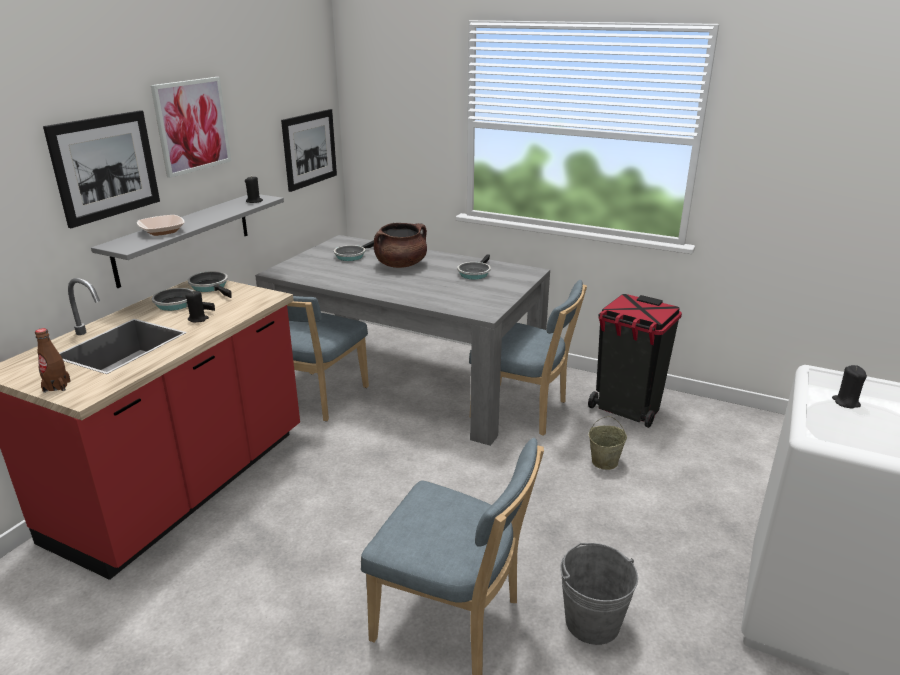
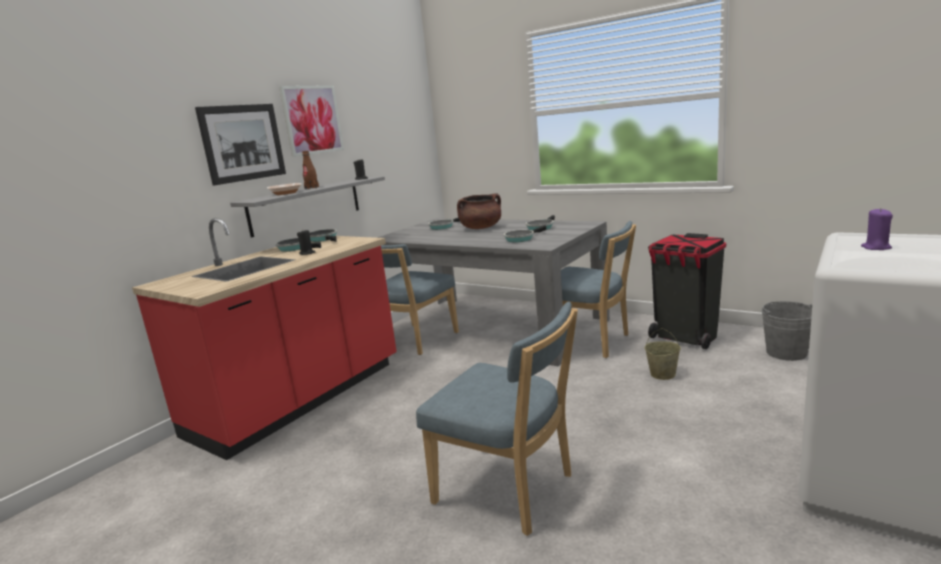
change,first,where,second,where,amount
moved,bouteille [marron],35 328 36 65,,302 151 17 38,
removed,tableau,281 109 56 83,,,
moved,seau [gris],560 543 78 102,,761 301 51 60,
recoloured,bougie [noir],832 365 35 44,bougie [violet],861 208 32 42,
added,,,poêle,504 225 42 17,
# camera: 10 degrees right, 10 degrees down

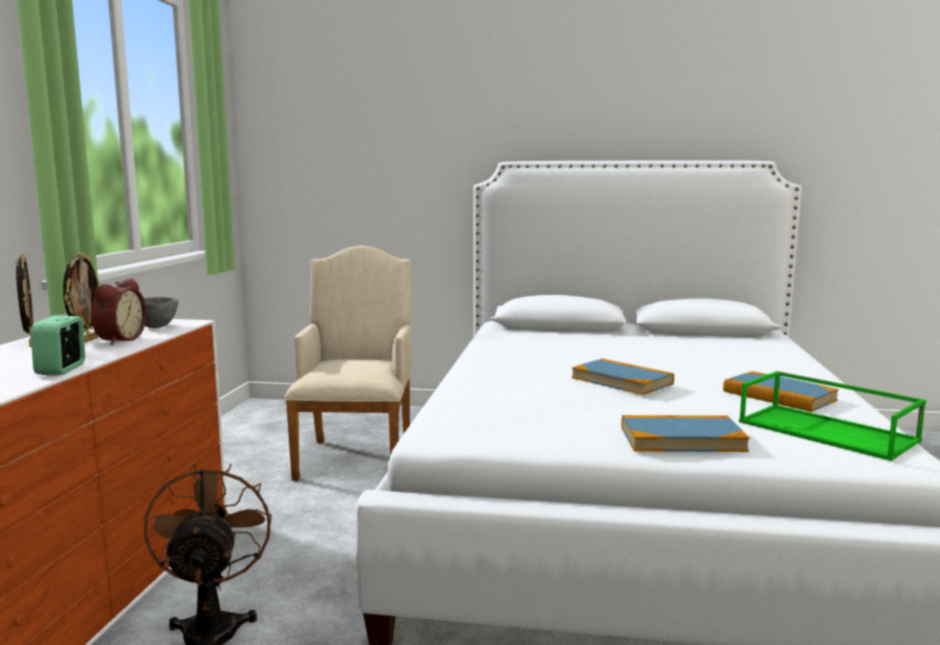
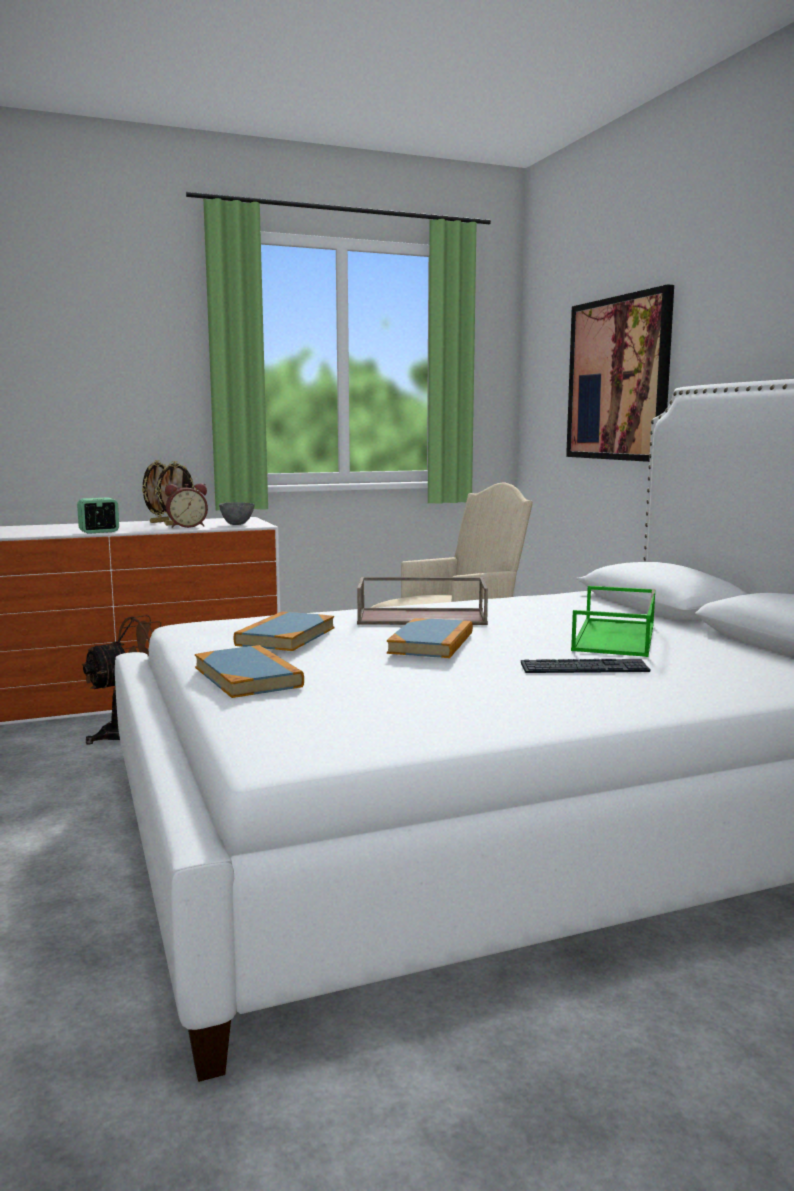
change,first,where,second,where,amount
moved,livre,723 371 116 41,,233 612 102 39,
moved,plateau [vert],739 371 187 90,,571 586 84 71,
added,,,plateau [marron],357 577 131 48,
added,,,clavier,521 659 130 14,
added,,,tableau,566 284 108 178,
# camera: 60 degrees right, 0 degrees up

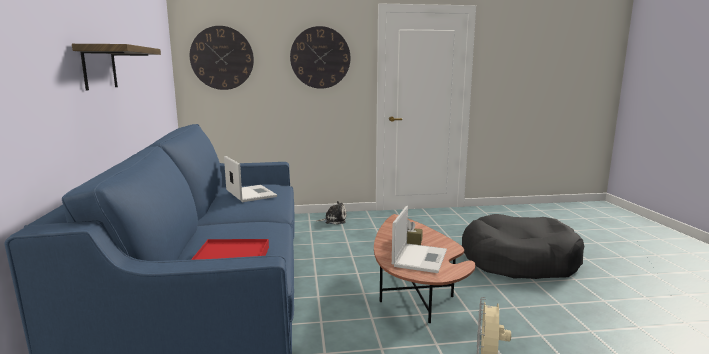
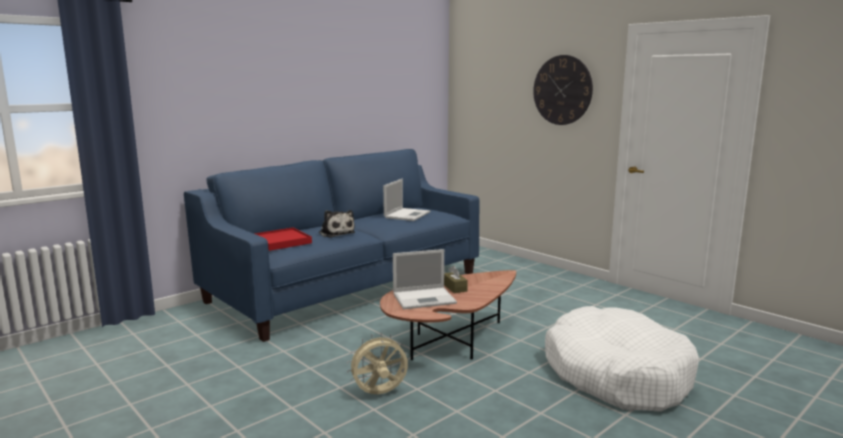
change,first,where,second,where,amount
removed,étagère,72 44 89 46,,,
removed,horloge murale,190 26 64 64,,,
moved,peluche,317 201 30 23,,319 210 36 28,
recoloured,panier pour chien [noir],462 214 123 65,panier pour chien [blanc],545 306 154 106,
# camera: 55 degrees right, 0 degrees up

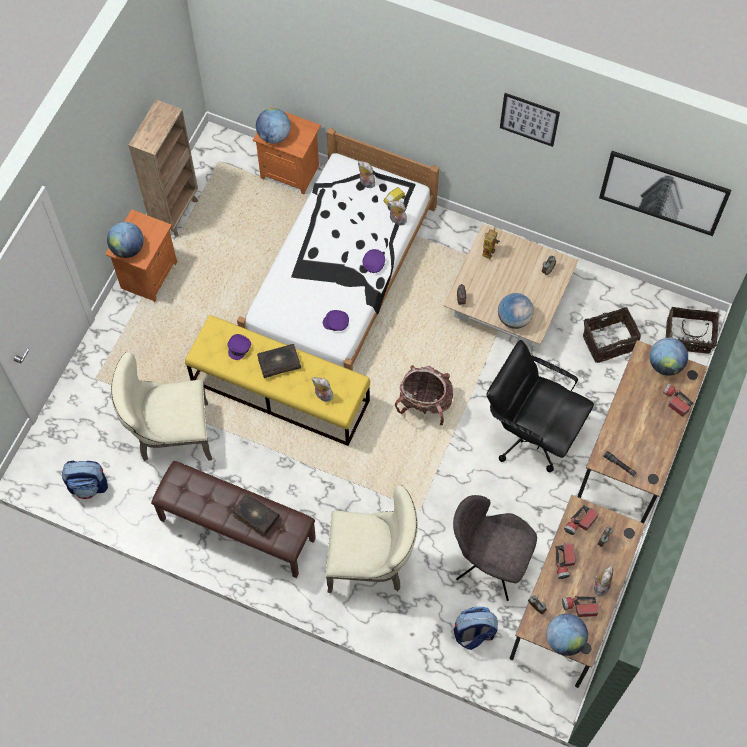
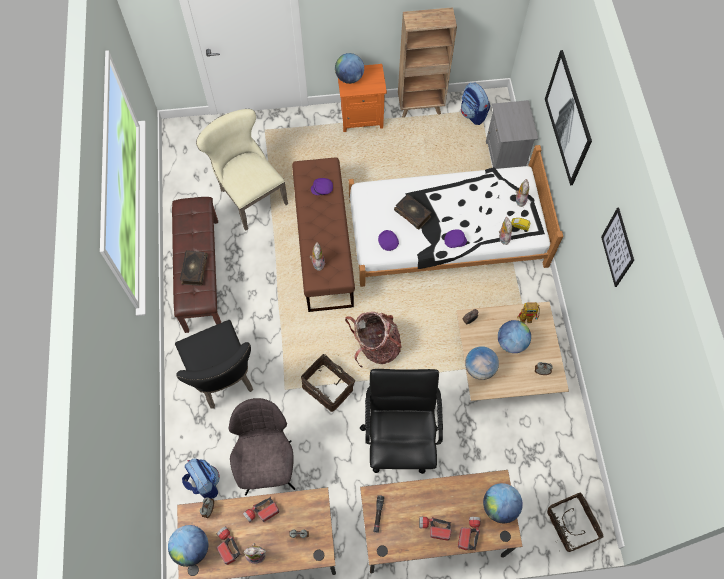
change,first,where,second,where,amount
moved,sac à dos,62 461 46 38,,461 83 29 42,
recoloured,banc [jaune],185 315 185 131,banc [marron],292 157 63 155,
recoloured,table de chevet [orange],253 107 68 88,table de chevet [gris],486 100 52 69,
moved,globe,256 108 35 36,,498 320 33 33,
moved,livre,257 344 44 34,,394 194 37 36,
recoloured,chaise [beige],326 485 92 108,chaise [noir],175 320 78 89,
moved,lampe de poche,564 505 34 30,,419 516 33 25,
moved,panier,583 307 58 56,,301 350 54 62,
moved,tableau,599 151 132 85,,545 50 47 135,
# camera: 60 degrees right, 0 degrees up

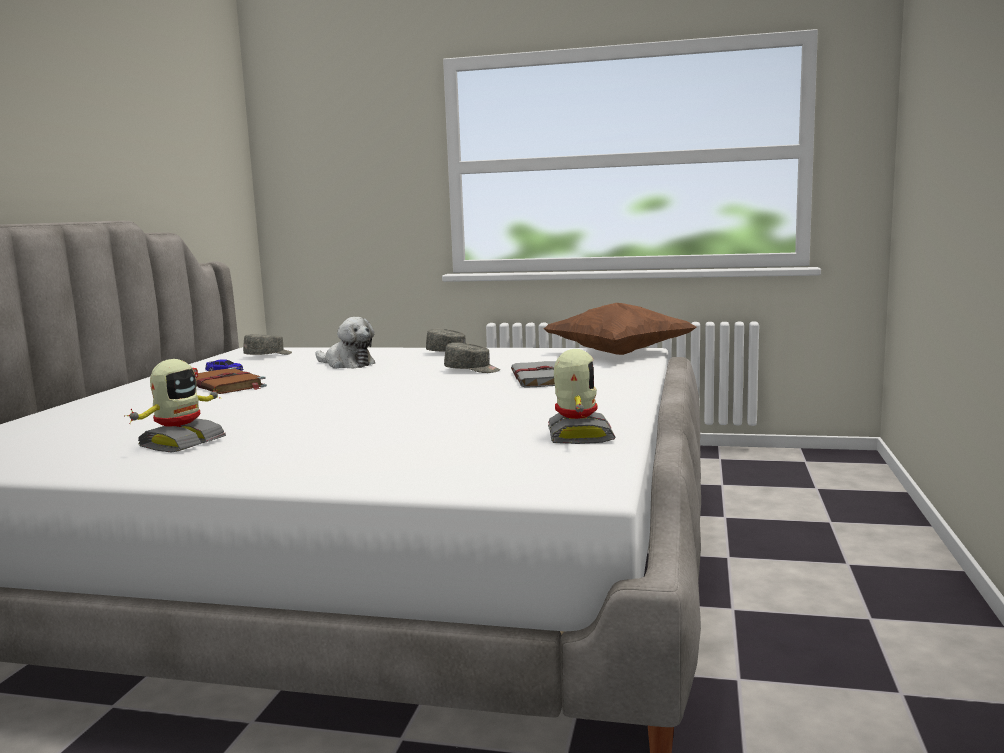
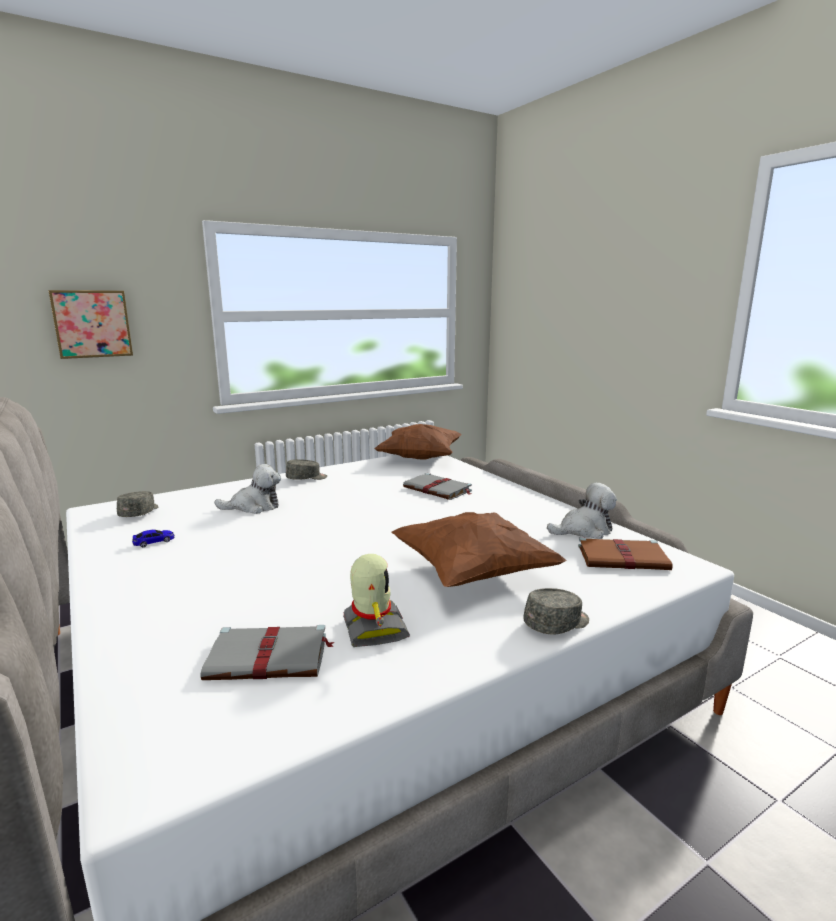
change,first,where,second,where,amount
moved,livre [marron],196 367 71 27,,578 537 95 33,
moved,casquette [gris],444 343 56 30,,523 588 66 47,
replaced,robot jouet,548 349 67 95,peluche,547 483 70 56,
added,,,tableau,48 290 85 69,
added,,,livre [gris],201 625 134 55,
added,,,coussin [marron],391 512 175 75,
# camera: 45 degrees left, 5 degrees up

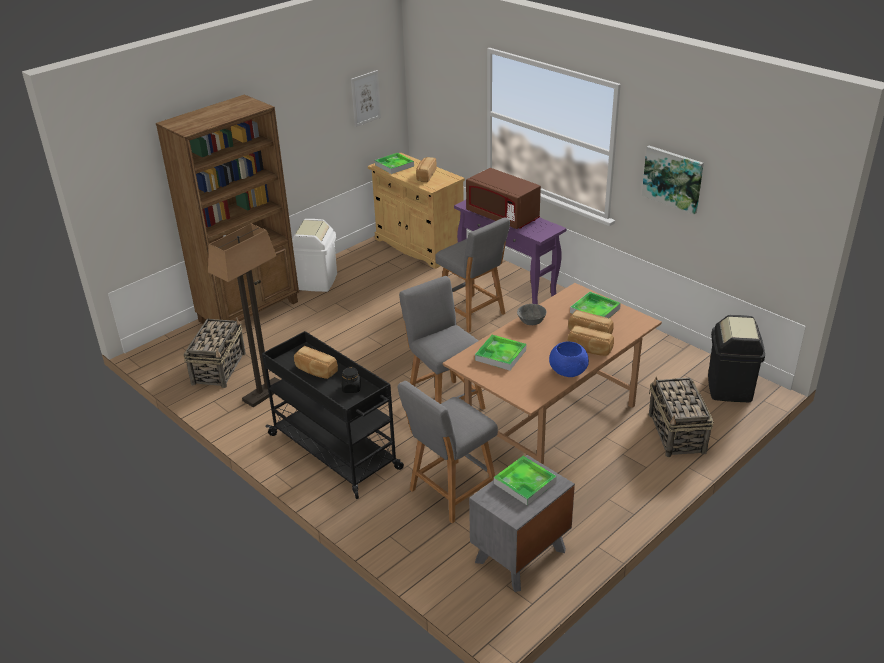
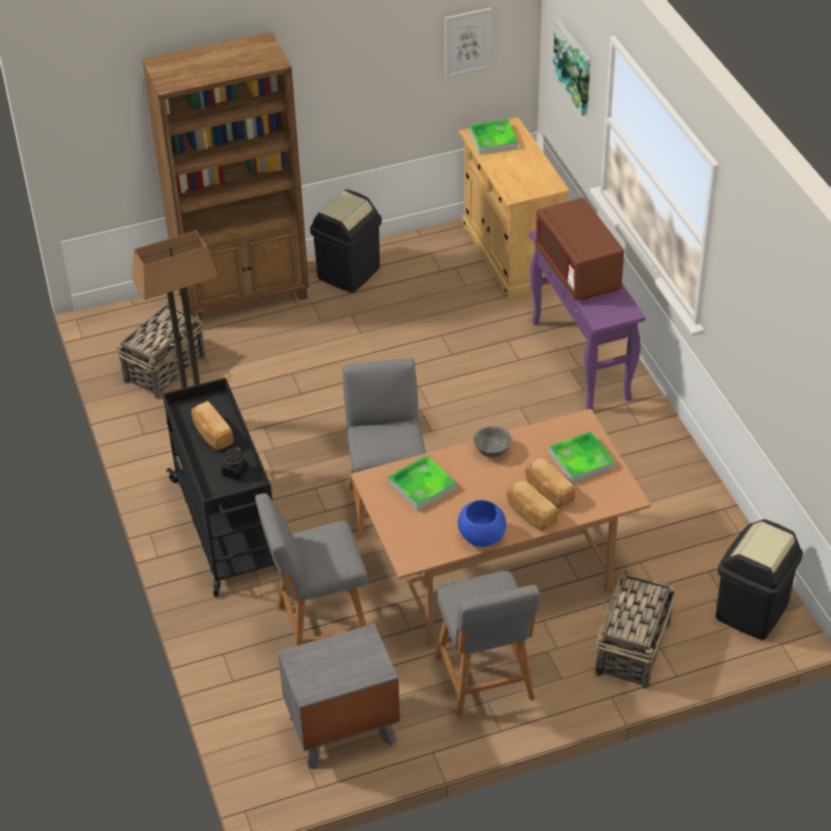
change,first,where,second,where,amount
recoloured,poubelle [blanc],292 219 45 73,poubelle [noir],310 189 72 104,
removed,pain,416 157 21 25,,,
moved,tabouret [gris],435 217 75 116,,435 571 106 147,
removed,plateau,494 456 63 49,,,
moved,tableau,642 146 62 68,,553 20 38 96,
# camera: 25 degrees right, 10 degrees up

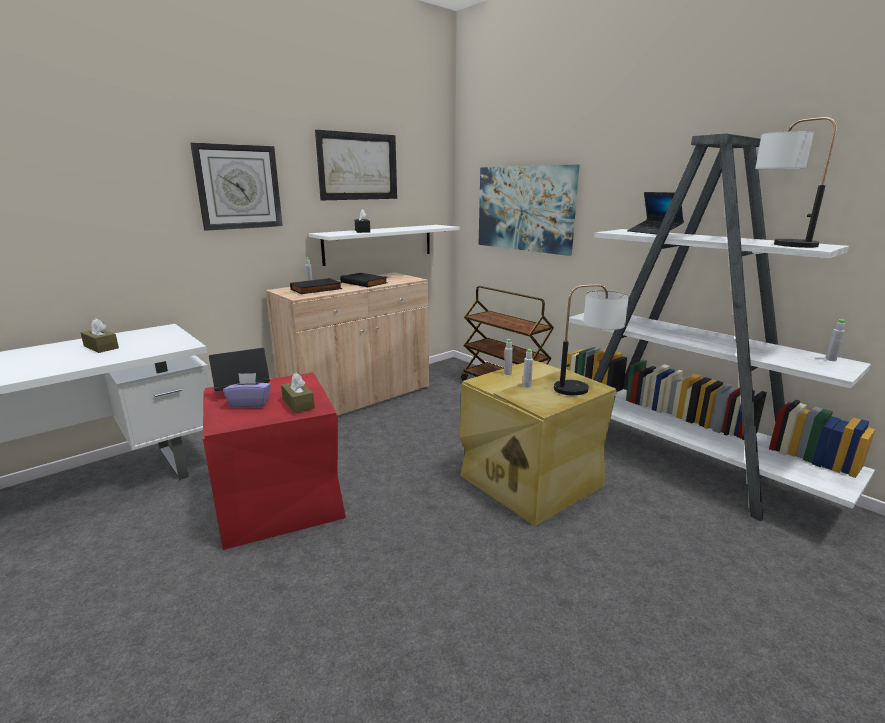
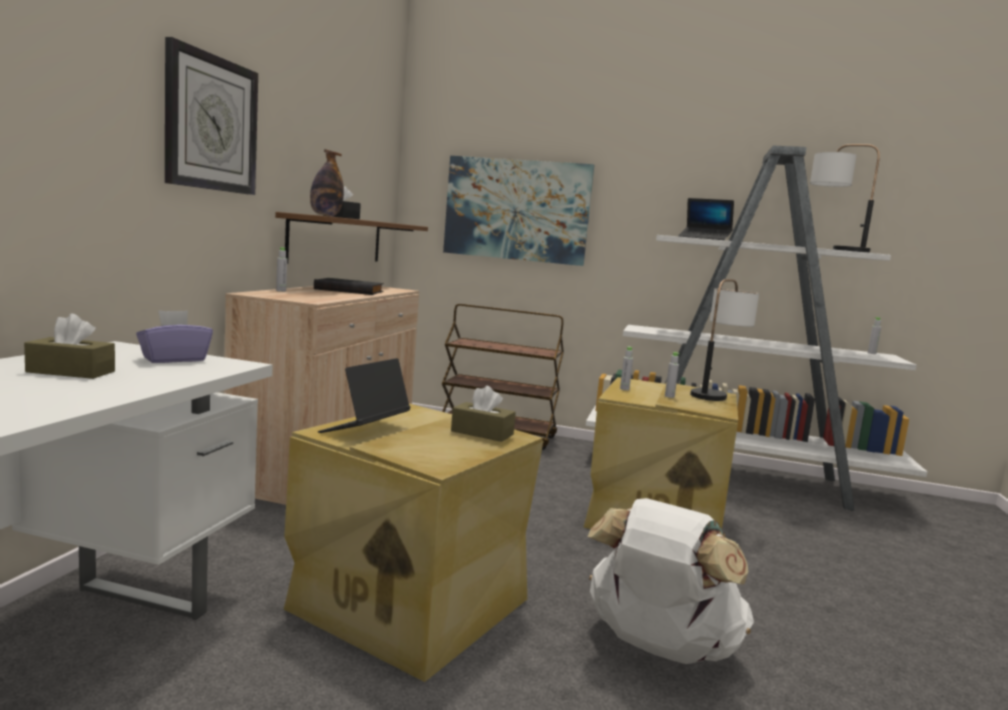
change,first,where,second,where,amount
recoloured,boîte de rangement [rouge],203 373 143 177,boîte de rangement [beige],284 404 259 278,
moved,boîte à mouchoirs [violet],223 373 48 35,,136 310 77 53,
removed,livre [noir],290 278 53 16,,,
recoloured,étagère [blanc],309 225 151 41,étagère [marron],275 212 153 52,
removed,tableau,315 130 82 70,,,
added,,,bouteille,310 149 34 67,
added,,,sac à dos [blanc],588 498 166 166,
# camera: 35 degrees left, 10 degrees down

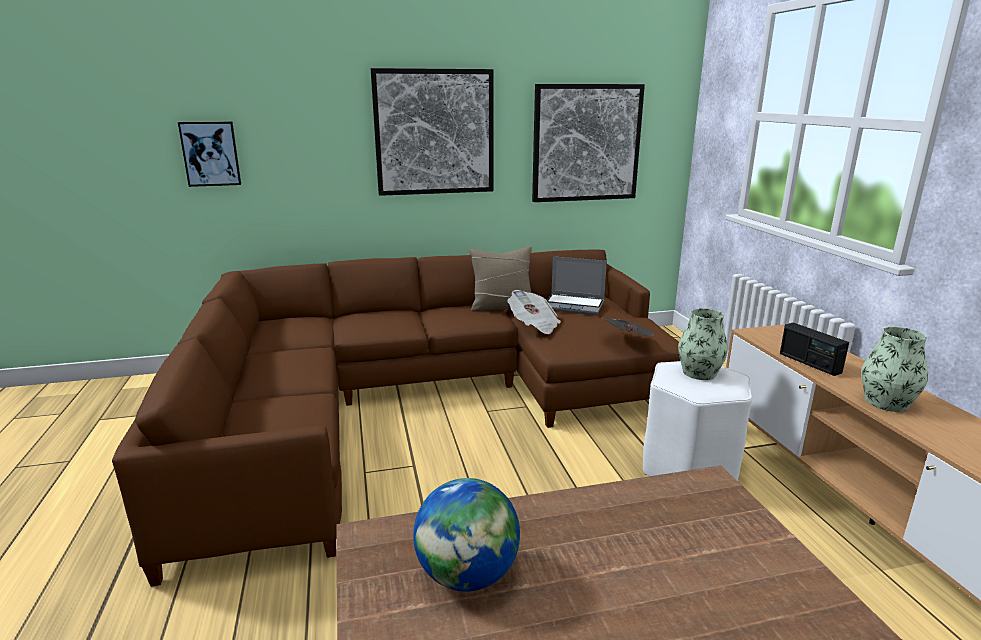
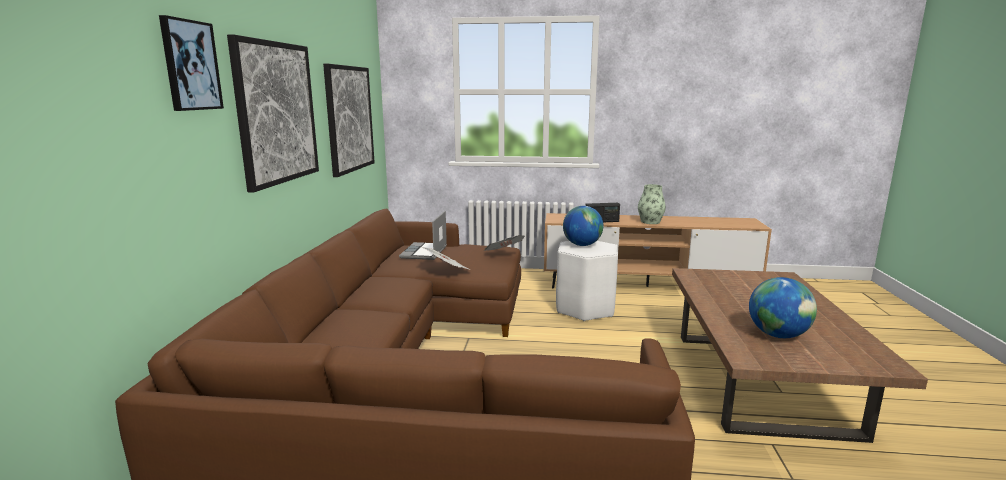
change,first,where,second,where,amount
moved,tableau,178 122 63 65,,159 15 65 96,
removed,coussin [beige],469 246 63 66,,,
turned,ordinateur portable,547 256 60 59,,399 211 48 49,150 degrees clockwise
replaced,vase,678 308 50 72,globe,563 206 40 40,
# camera: 70 degrees left, 5 degrees down

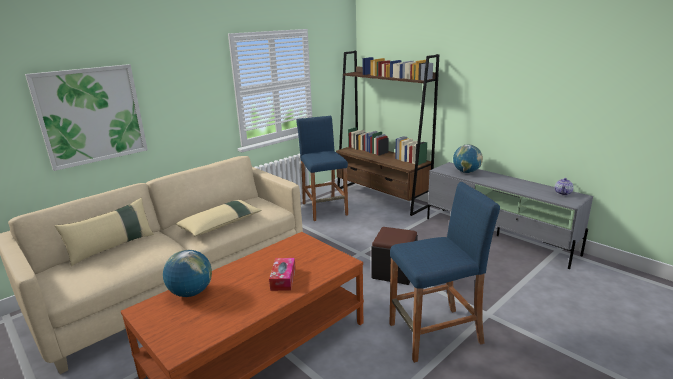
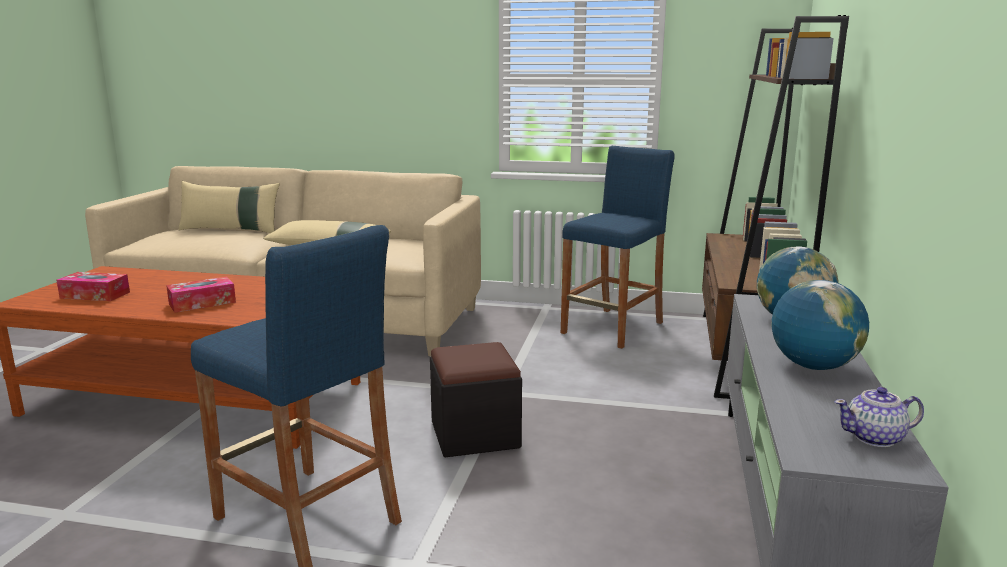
change,first,where,second,where,amount
removed,tableau,25 64 123 107,,,
moved,globe,163 250 49 47,,771 280 98 90,
added,,,boîte à mouchoirs,56 272 74 29,
# camera: 55 degrees right, 5 degrees down

